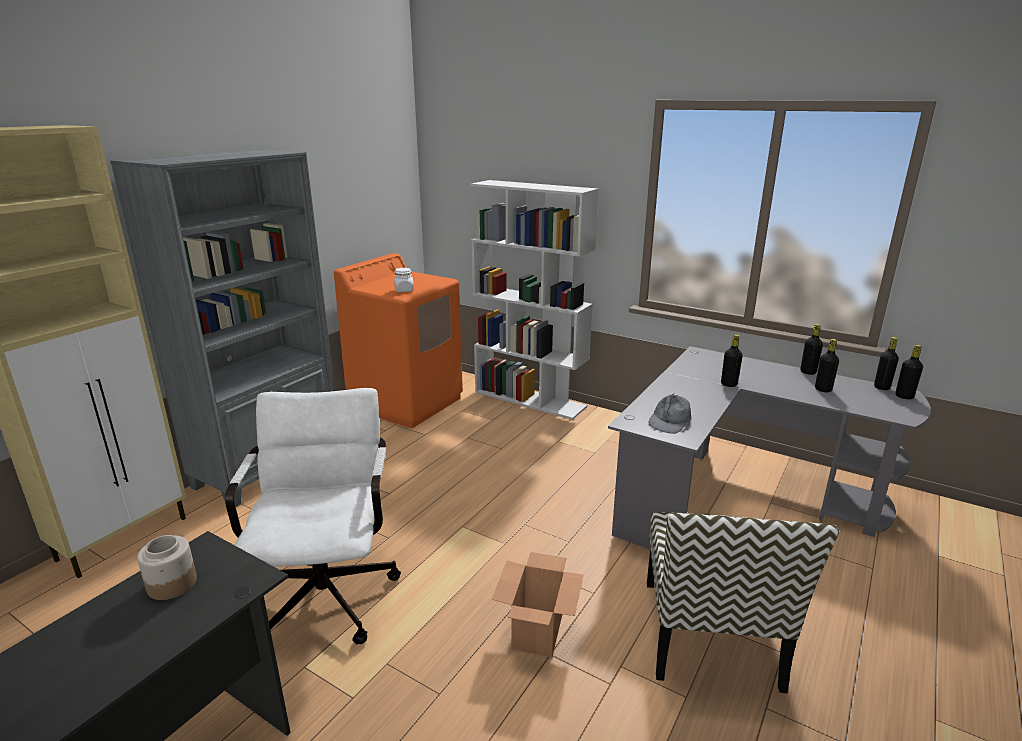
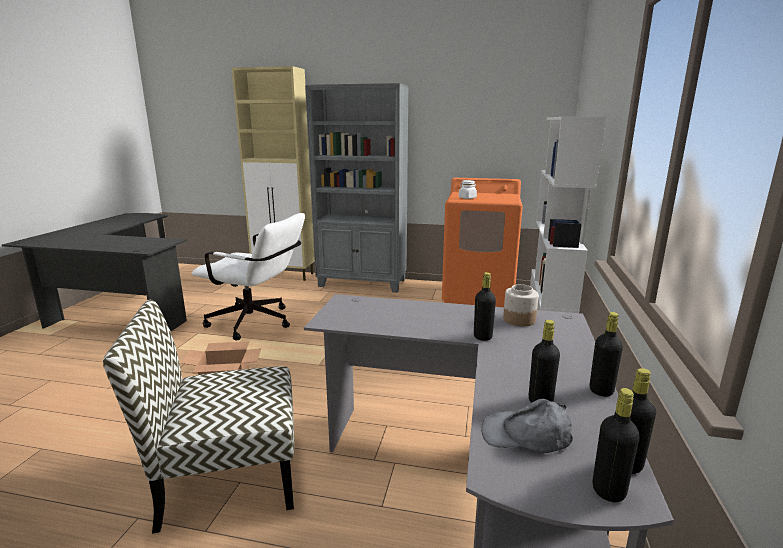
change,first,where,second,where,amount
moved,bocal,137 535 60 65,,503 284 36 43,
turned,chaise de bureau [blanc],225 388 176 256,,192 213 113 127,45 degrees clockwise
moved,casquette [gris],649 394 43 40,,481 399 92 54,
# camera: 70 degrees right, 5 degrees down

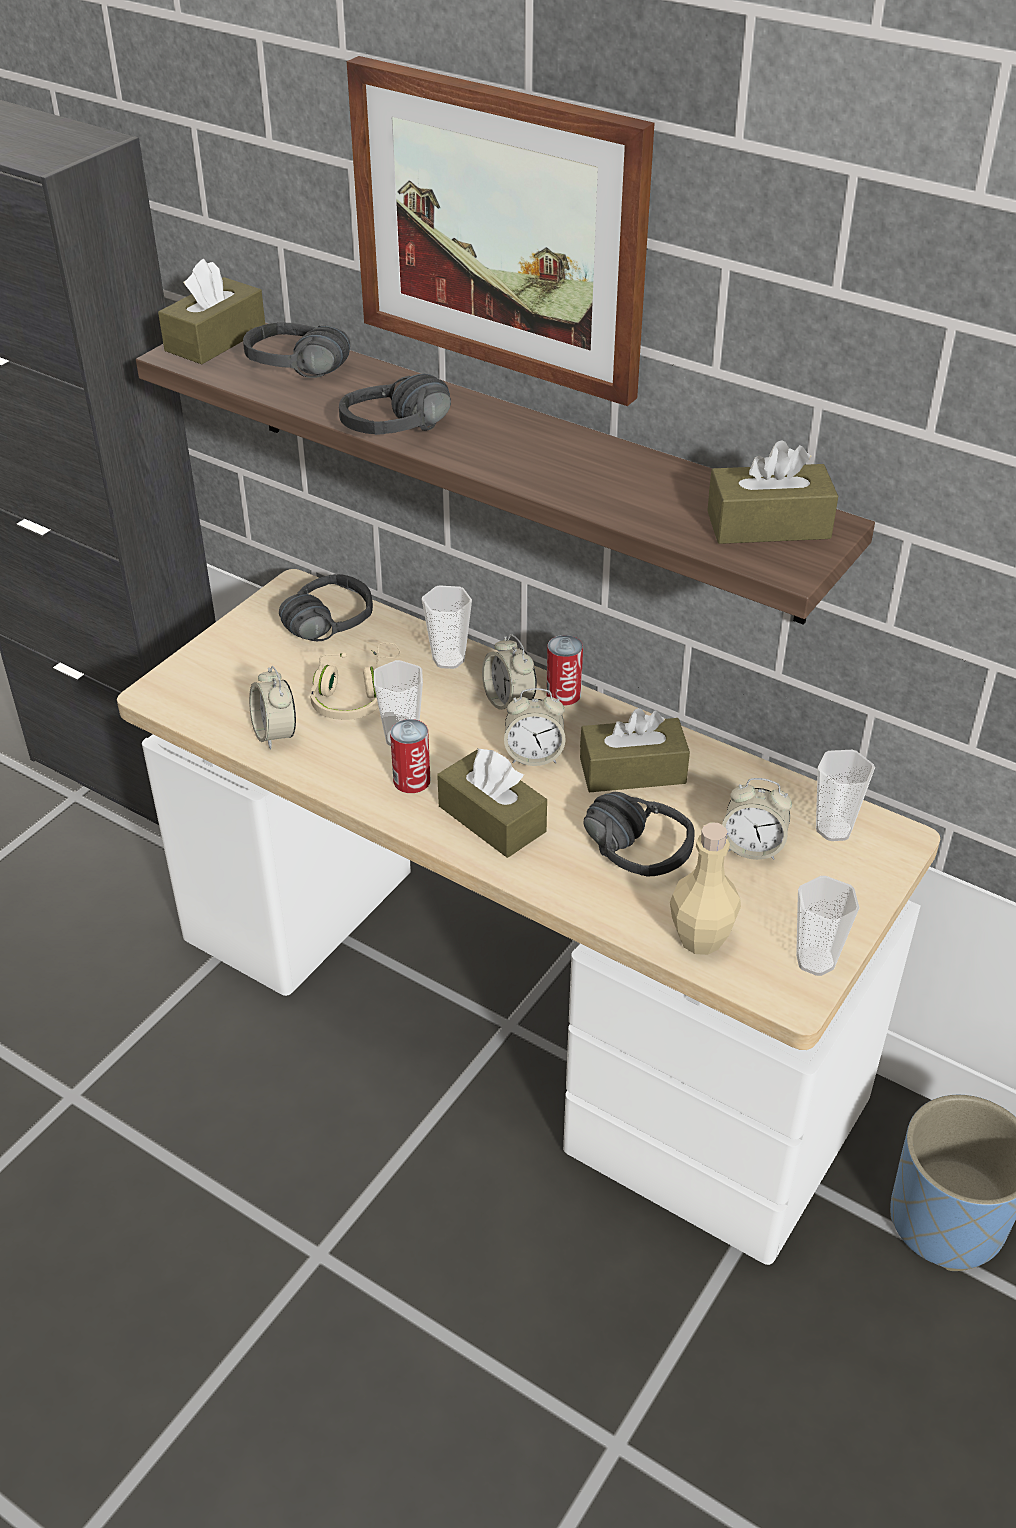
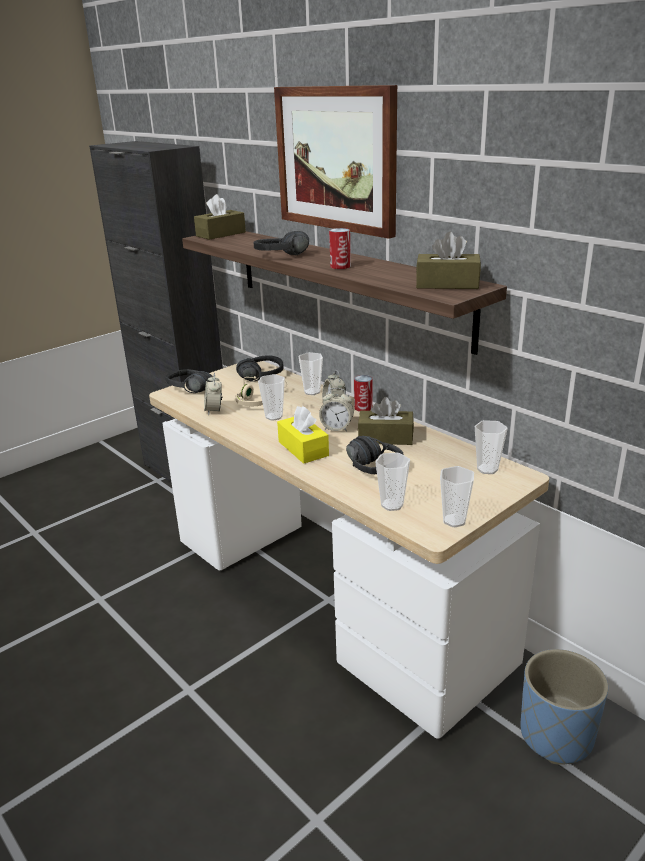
change,first,where,second,where,amount
moved,casque audio [noir],243 322 107 56,,166 369 47 24,
moved,boîte métallique,390 719 40 74,,329 228 22 41,
recoloured,boîte à mouchoirs [marron],437 748 110 110,boîte à mouchoirs [jaune],277 406 52 58,
replaced,bouteille [beige],670 822 71 133,tasse,375 453 35 58,
removed,réveil,722 778 70 82,,,
# camera: 15 degrees right, 15 degrees down

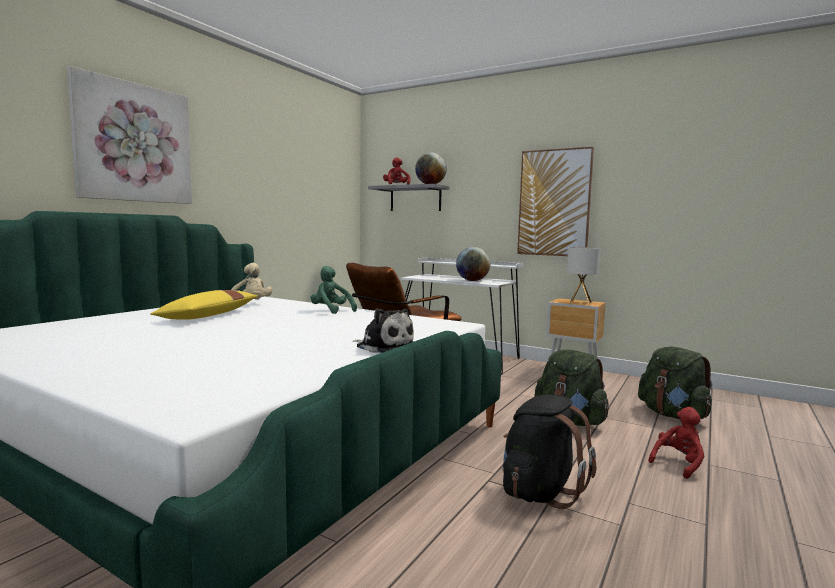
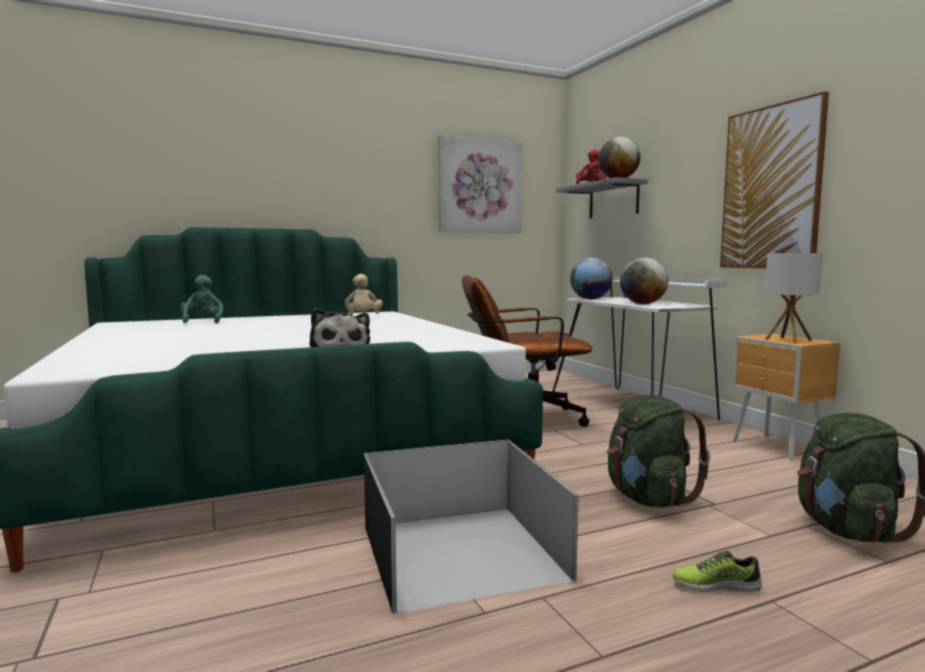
change,first,where,second,where,amount
moved,tableau,67 66 125 138,,438 135 84 98,
removed,coussin [jaune],151 290 107 30,,,
moved,peluche [vert],311 266 46 48,,180 275 43 49,
replaced,sac à dos [noir],502 394 94 115,boîte de rangement [noir],364 439 215 174,
replaced,peluche [rouge],648 407 57 72,chaussure,673 551 89 41,
added,,,globe,570 258 43 41,
# camera: 35 degrees right, 0 degrees up

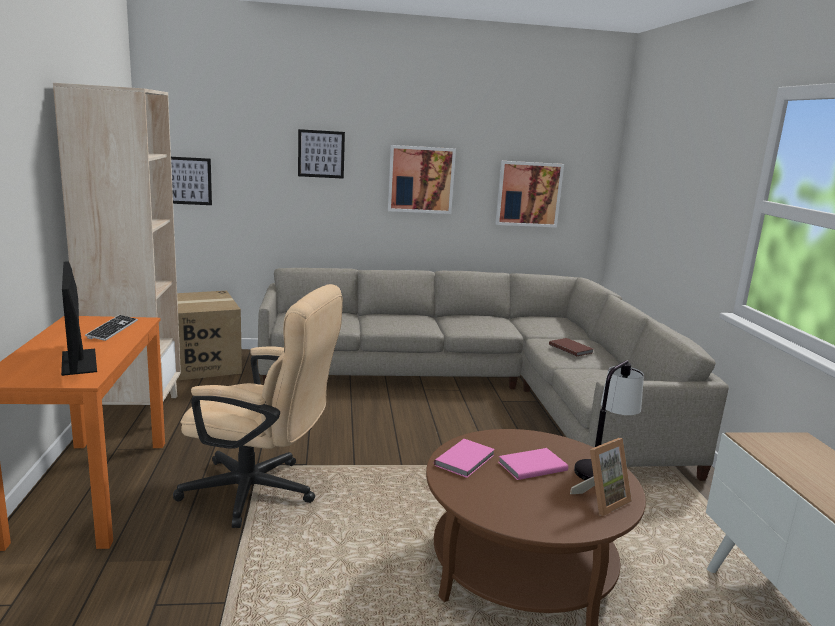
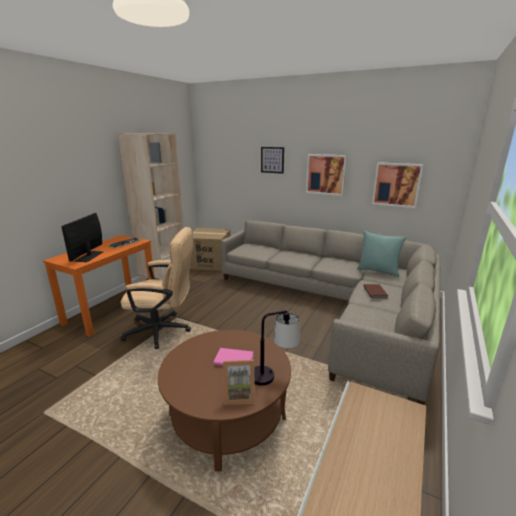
change,first,where,second,where,amount
removed,tableau,171 157 41 48,,,
turned,chaise de bureau [beige],173 284 170 244,,120 227 73 122,45 degrees counterclockwise
removed,livre [rose],434 439 61 39,,,
added,,,coussin [turquoise],357 231 49 46,
# camera: 35 degrees right, 5 degrees up

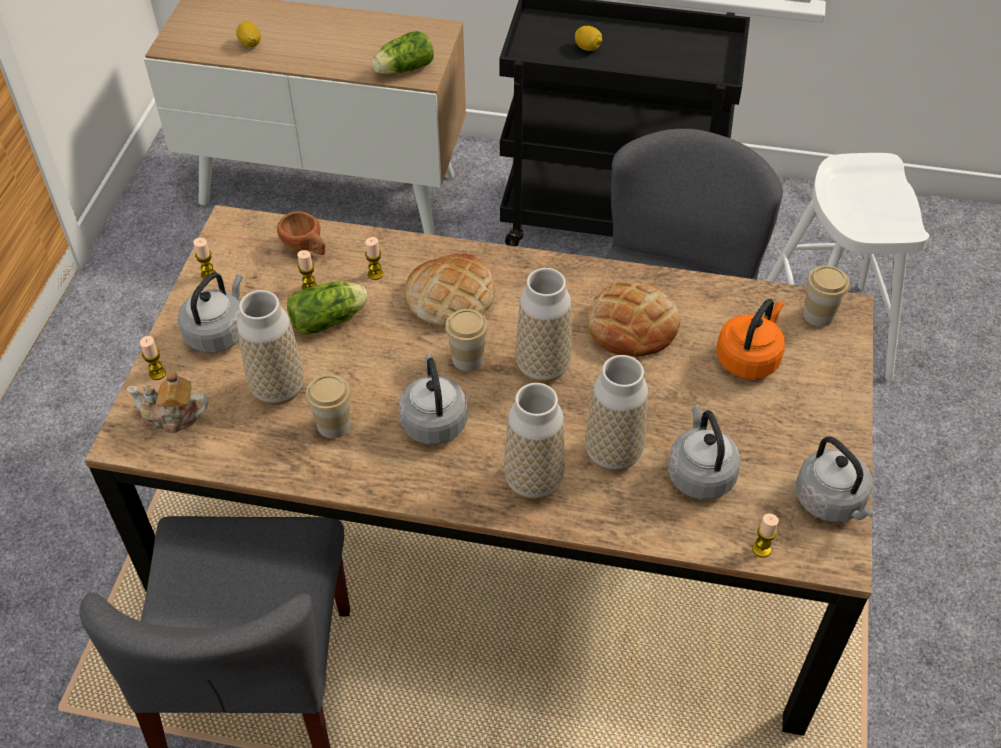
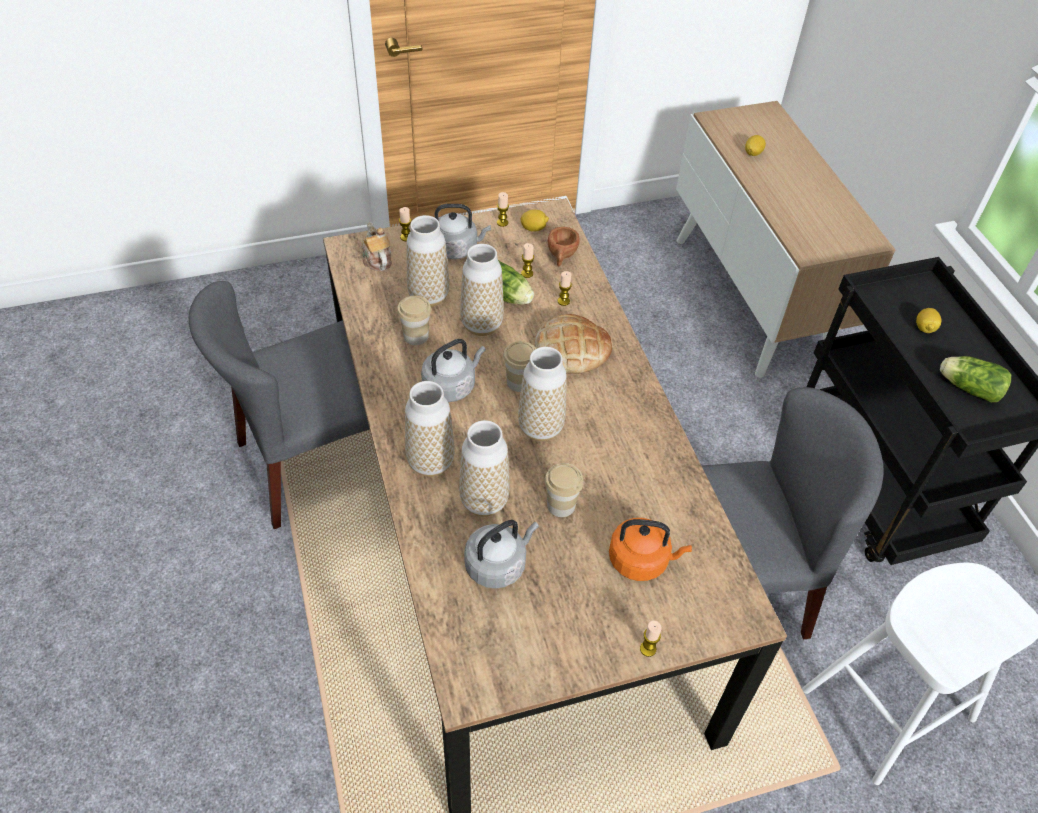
change,first,where,second,where,amount
moved,laitue,372 31 62 43,,940 356 71 46,
removed,pain,588 281 92 76,,,
moved,bougie,752 513 27 45,,640 621 22 36,
removed,bouilloire [gris],796 437 82 85,,,
moved,tasse,803 266 46 61,,545 463 39 54,
added,,,vase,460 244 44 92,
added,,,citron,520 210 29 22,
# camera: 60 degrees right, 0 degrees up

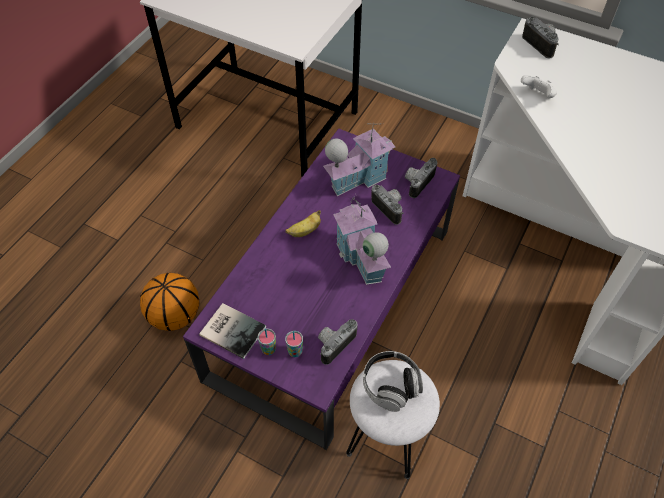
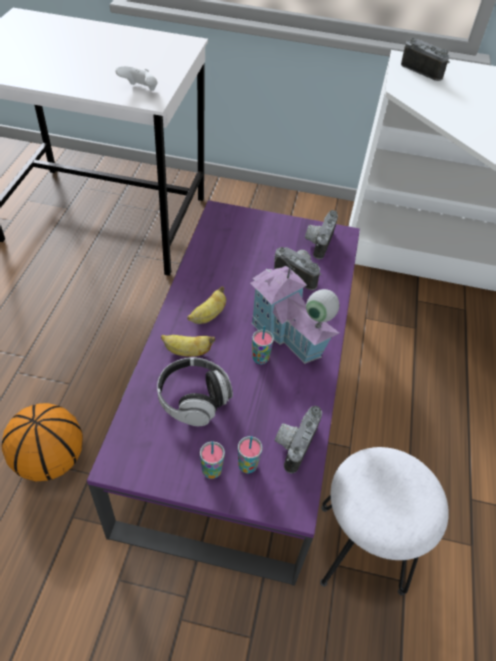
change,first,where,second,where,amount
removed,livre,199 303 67 56,,,
removed,maison miniature,323 122 73 74,,,
moved,casque audio,363 351 60 61,,157 357 76 69,
moved,manette [blanc],521 75 36 23,,115 66 43 25,
added,,,banane,161 335 54 22,
added,,,tasse,252 326 22 38,
# camera: 20 degrees left, 5 degrees down

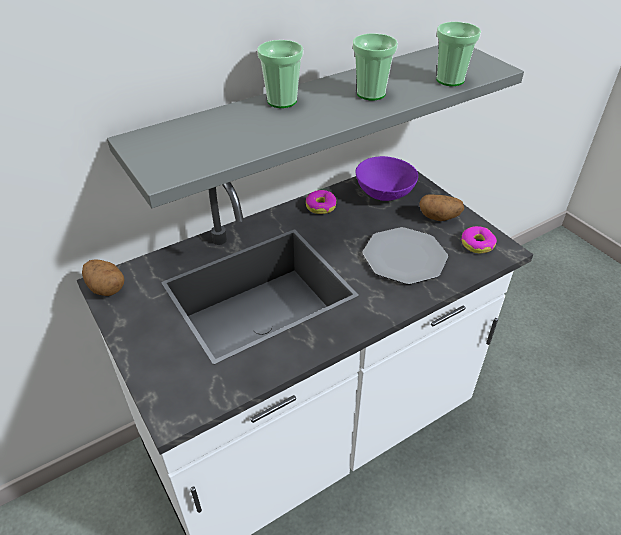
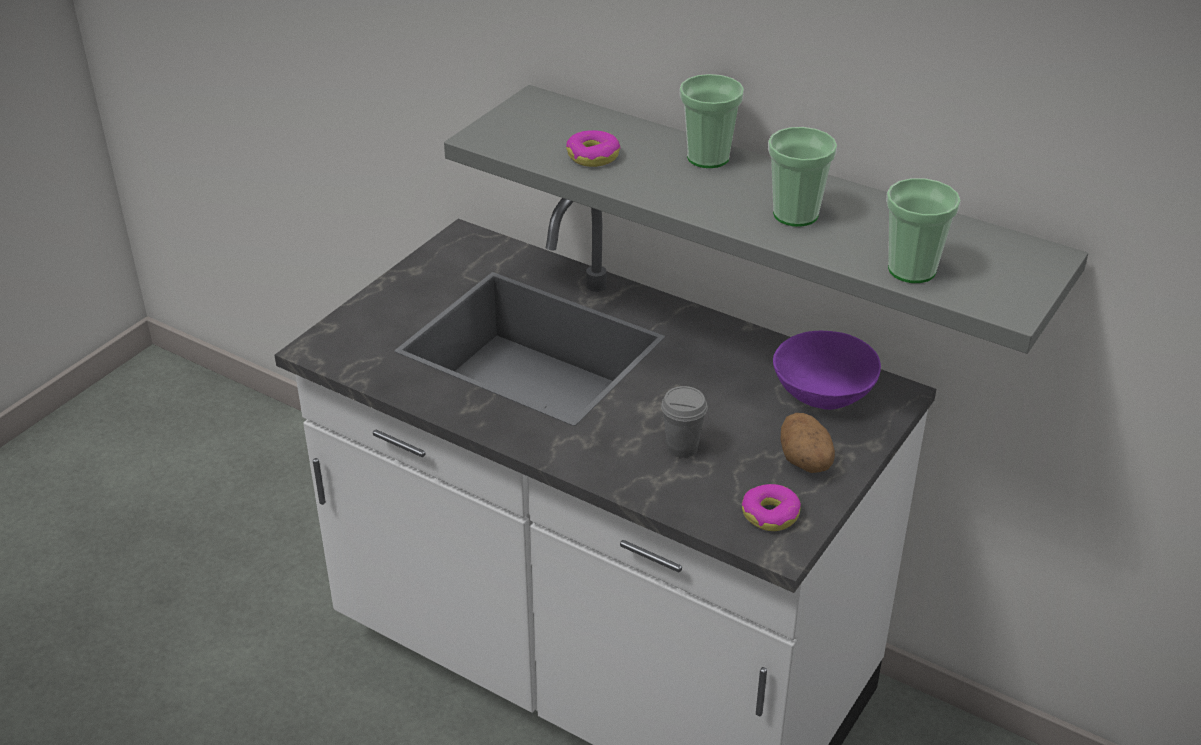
change,first,where,second,where,amount
removed,pomme de terre,82 259 42 37,,,
moved,beignet,306 190 30 24,,566 130 55 37,
replaced,assiette,363 227 85 57,tasse [gris],661 386 47 72,
# camera: 65 degrees right, 5 degrees down

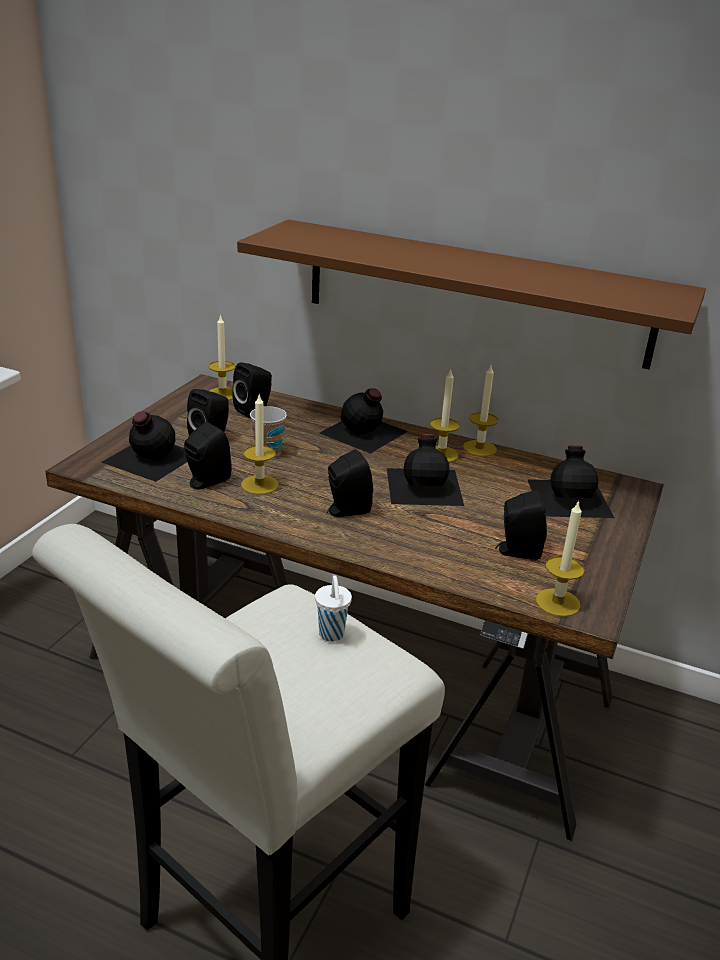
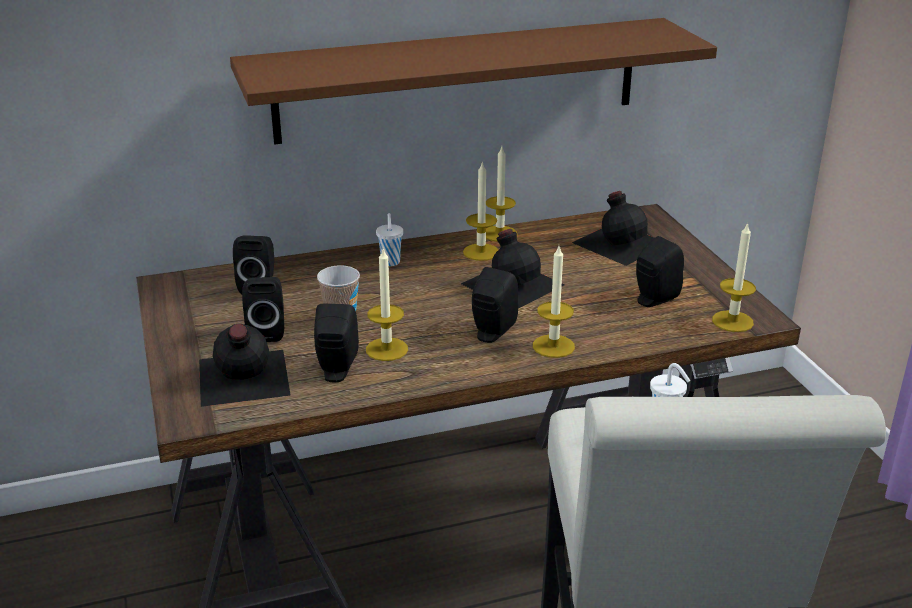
change,first,where,second,where,amount
moved,bougie,208 314 28 86,,533 246 42 112,
replaced,bouteille [noir],320 388 88 66,tasse [blanc],376 213 27 53,
# camera: 40 degrees left, 0 degrees up

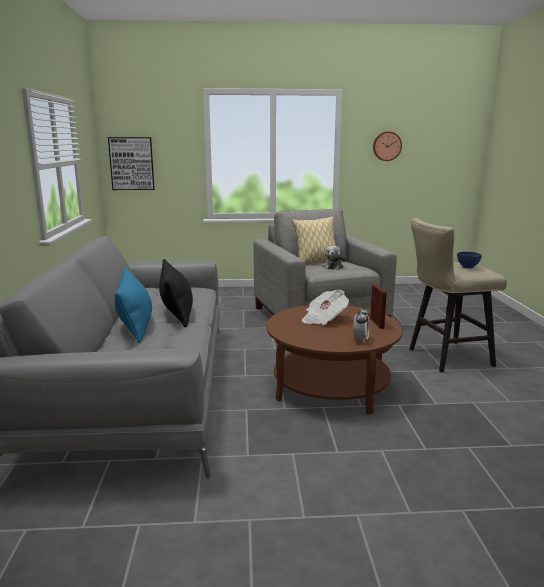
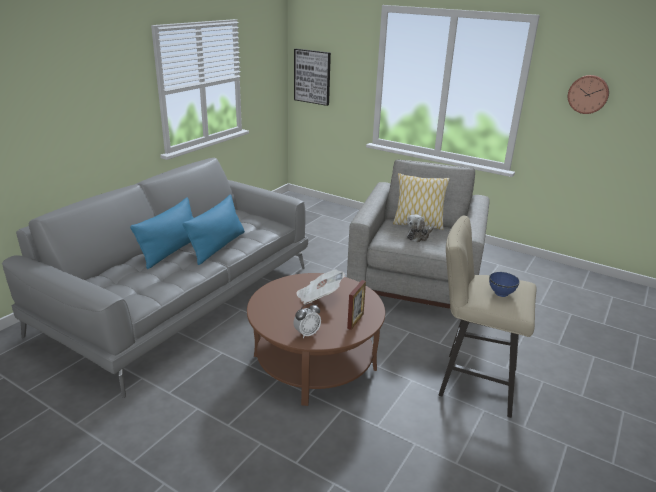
change,first,where,second,where,amount
recoloured,coussin [noir],159 259 34 68,coussin [bleu],182 194 63 71,
# camera: 35 degrees right, 10 degrees up

